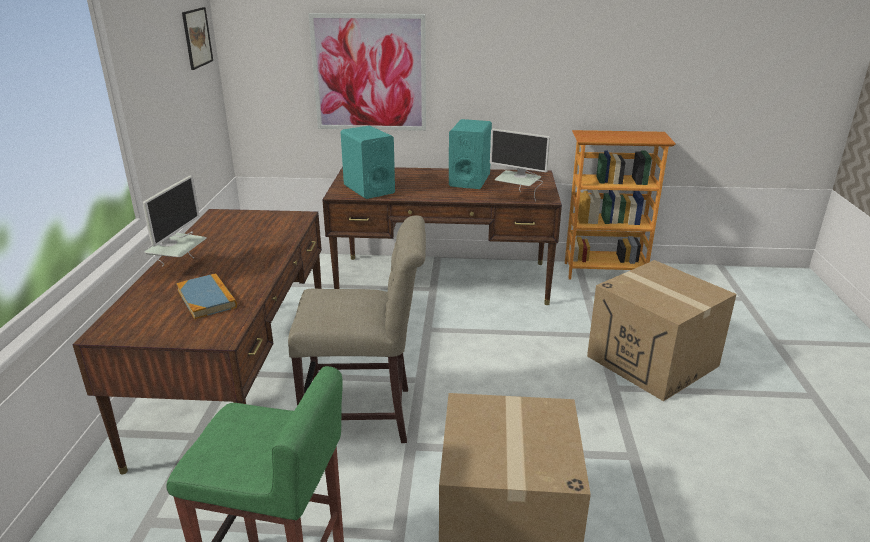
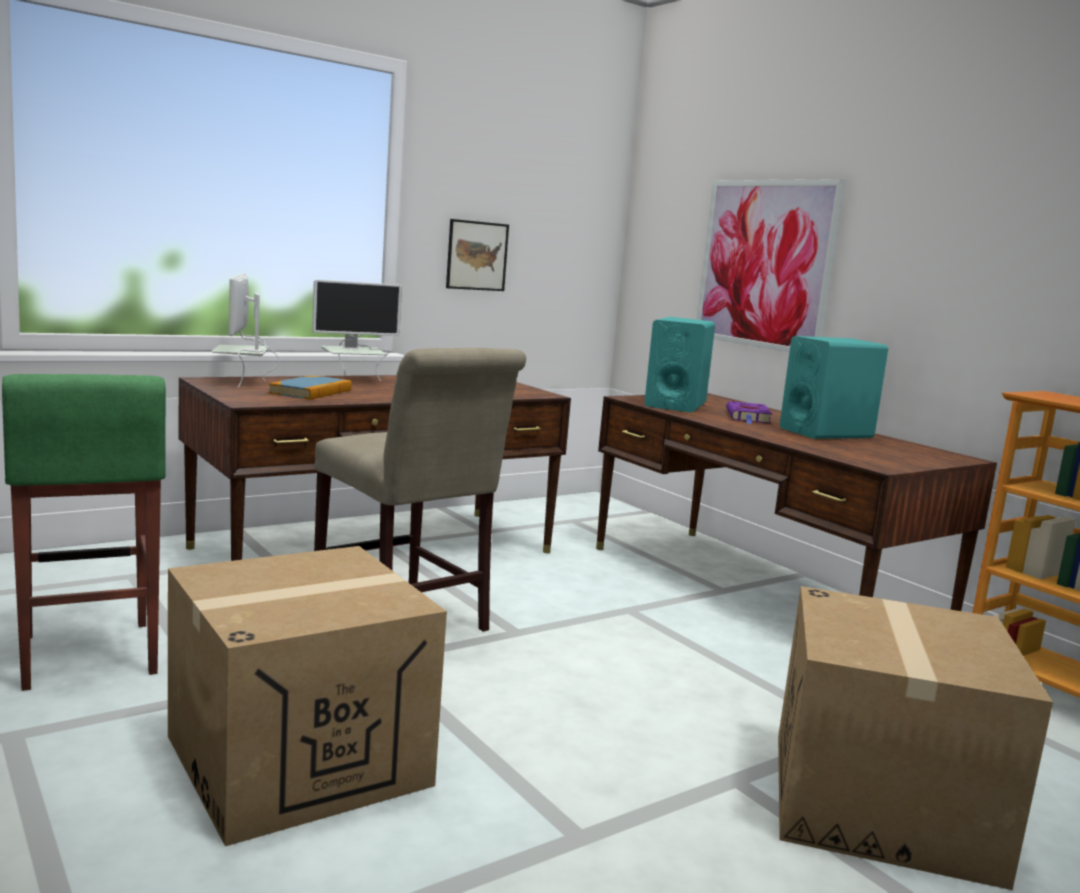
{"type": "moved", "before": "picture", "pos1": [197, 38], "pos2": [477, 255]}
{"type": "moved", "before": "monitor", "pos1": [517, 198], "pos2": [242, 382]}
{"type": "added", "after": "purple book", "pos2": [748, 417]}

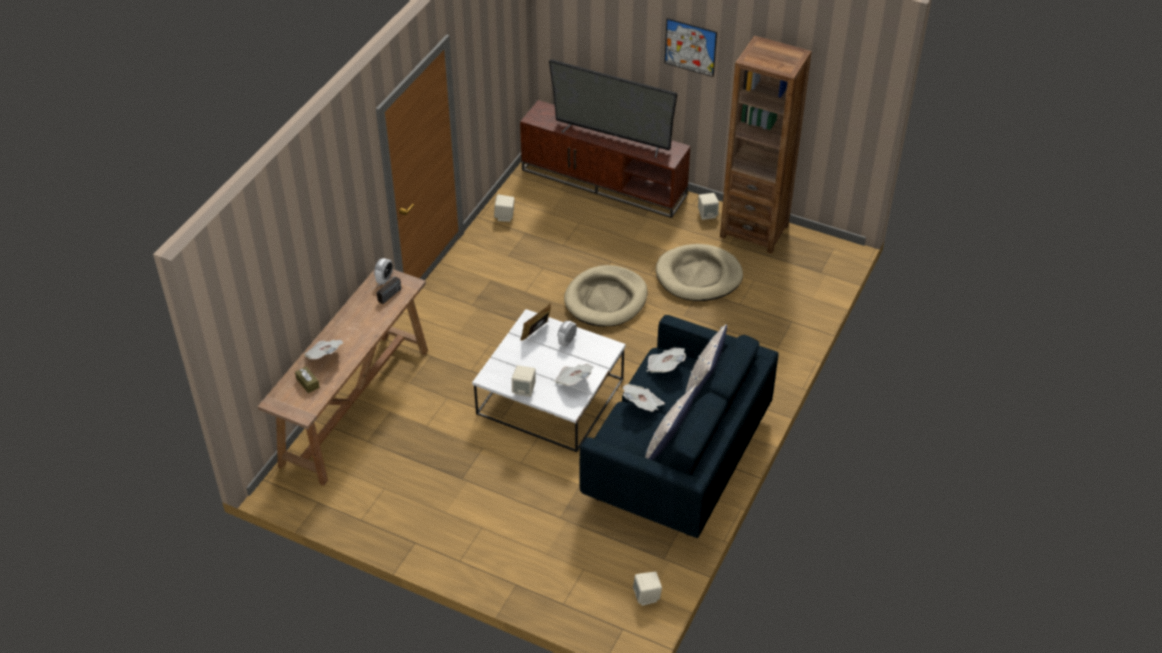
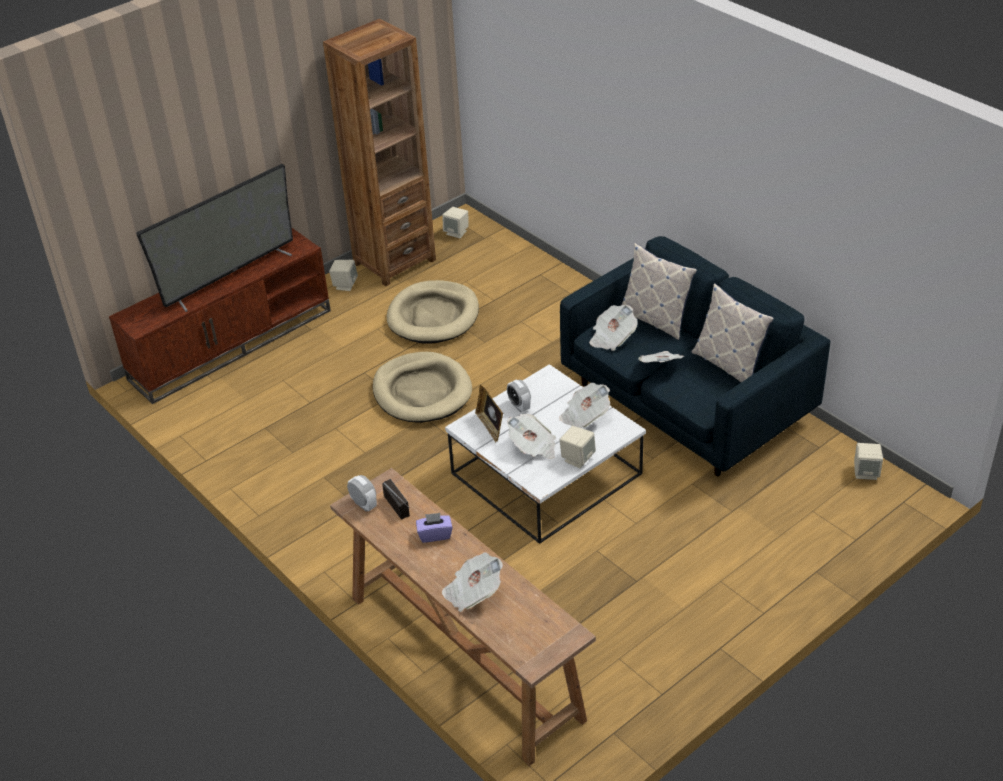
{"type": "removed", "before": "picture", "pos1": [690, 47]}
{"type": "moved", "before": "beige speaker", "pos1": [505, 216], "pos2": [456, 232]}
{"type": "removed", "before": "brown tissue box", "pos1": [308, 383]}
{"type": "added", "after": "newspaper", "pos2": [533, 447]}
{"type": "added", "after": "purple tissue box", "pos2": [435, 534]}

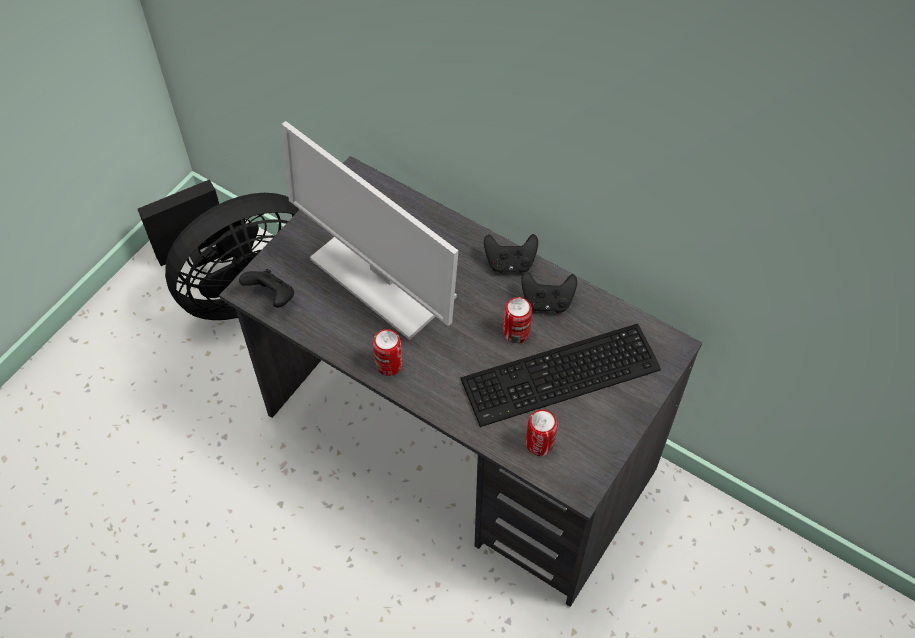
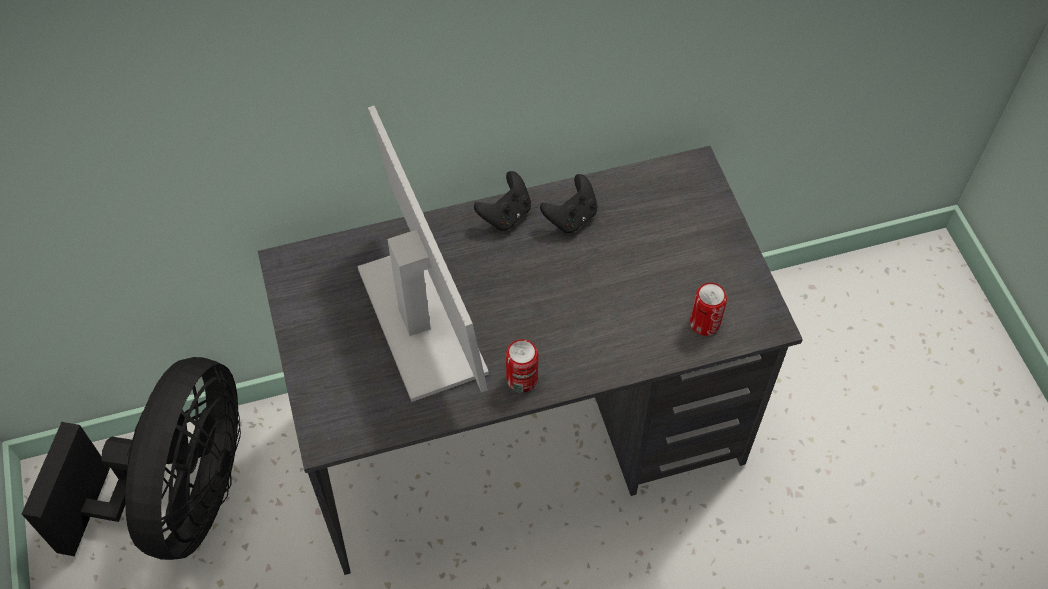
{"type": "turned", "before": "monitor", "pos1": [381, 278], "pos2": [423, 321], "turn": -105}
{"type": "removed", "before": "black game controller", "pos1": [272, 297]}
{"type": "removed", "before": "can", "pos1": [516, 332]}
{"type": "removed", "before": "keyboard", "pos1": [564, 376]}

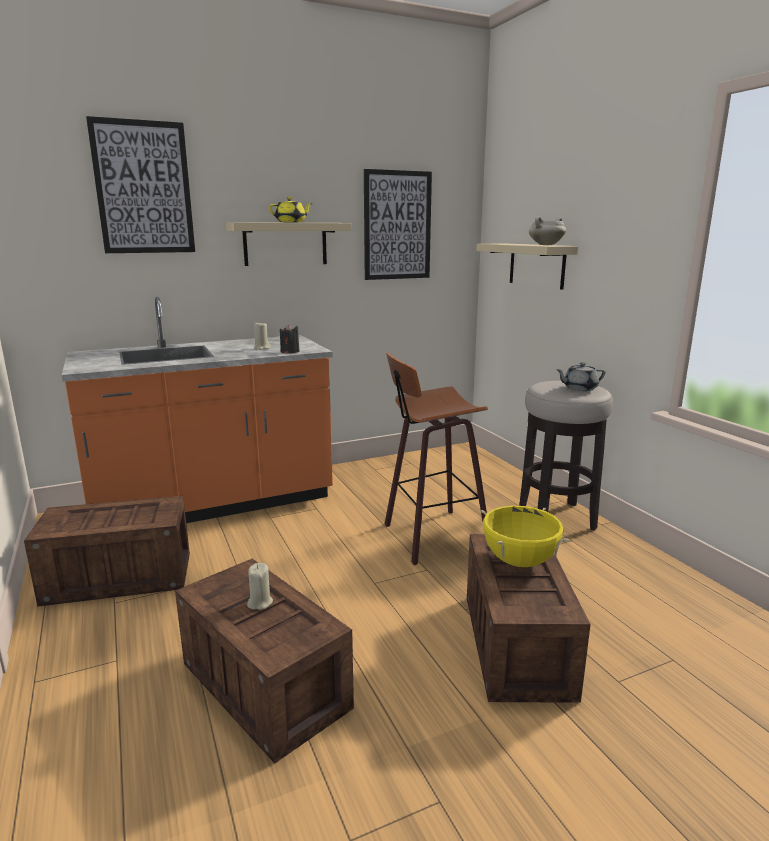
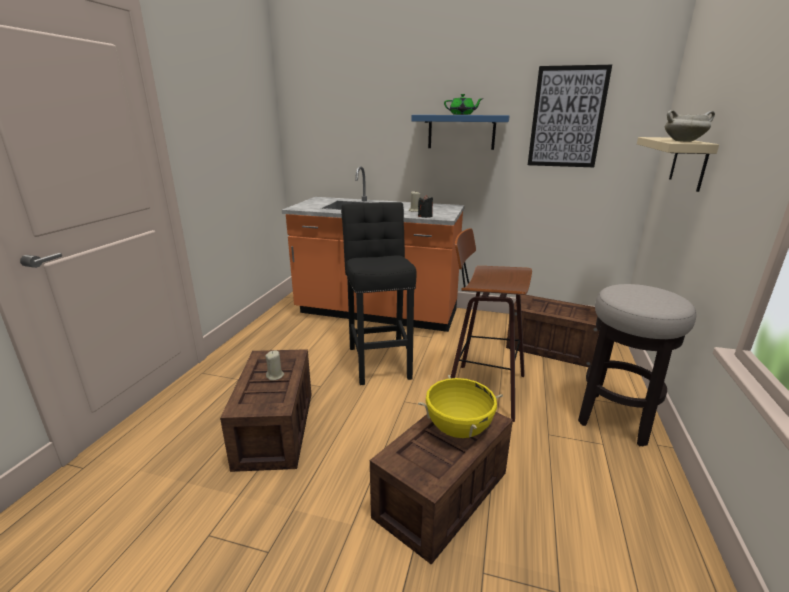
{"type": "removed", "before": "picture", "pos1": [143, 188]}
{"type": "recoloured", "before": "yellow teapot", "after": "green teapot", "pos1": [291, 222], "pos2": [462, 114]}
{"type": "recoloured", "before": "beige shelf", "after": "blue shelf", "pos1": [285, 244], "pos2": [461, 132]}
{"type": "removed", "before": "grey teapot", "pos1": [579, 388]}
{"type": "moved", "before": "crate", "pos1": [121, 577], "pos2": [553, 348]}
{"type": "added", "after": "black stool", "pos2": [380, 360]}

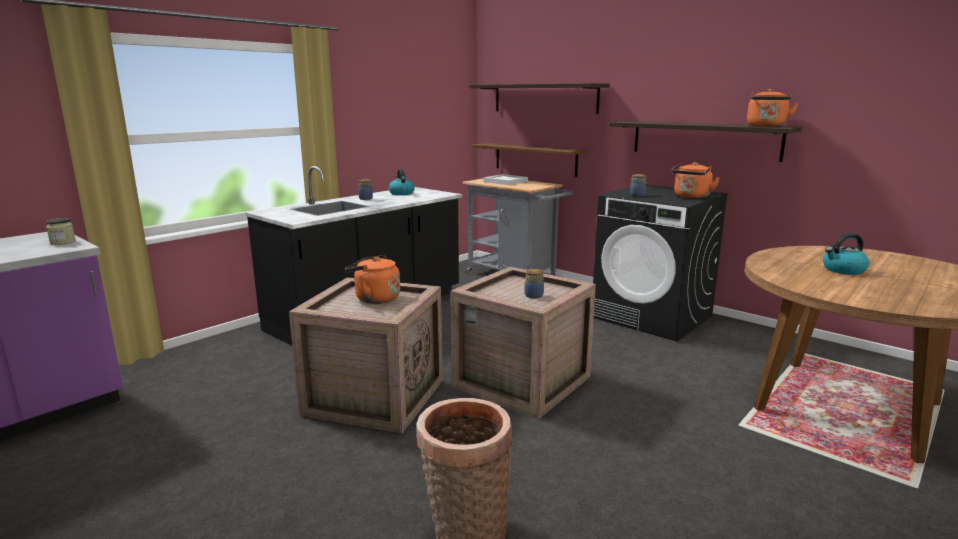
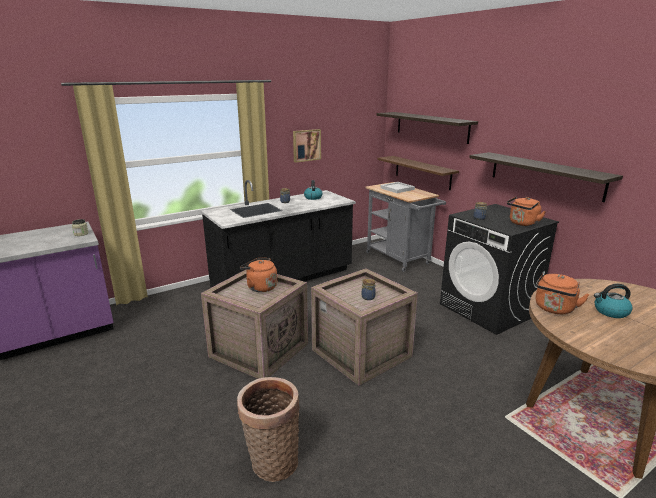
{"type": "moved", "before": "orange kettle", "pos1": [766, 126], "pos2": [554, 309]}
{"type": "added", "after": "picture", "pos2": [306, 145]}

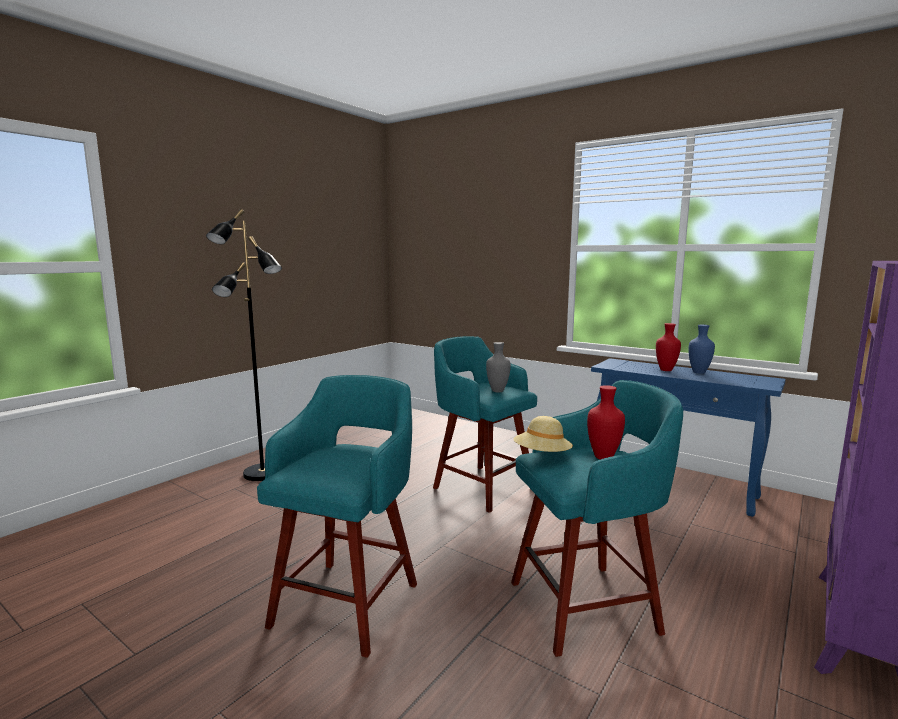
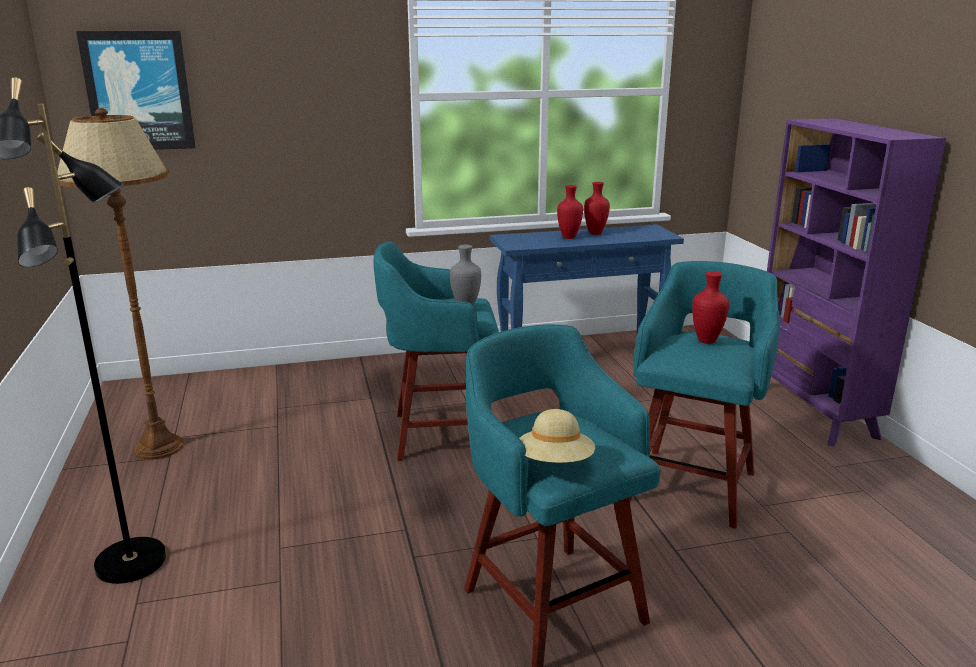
{"type": "recoloured", "before": "blue vase", "after": "red vase", "pos1": [698, 372], "pos2": [594, 233]}
{"type": "moved", "before": "beige hat", "pos1": [542, 456], "pos2": [555, 463]}
{"type": "added", "after": "picture", "pos2": [138, 91]}
{"type": "added", "after": "brown floor lamp", "pos2": [159, 447]}

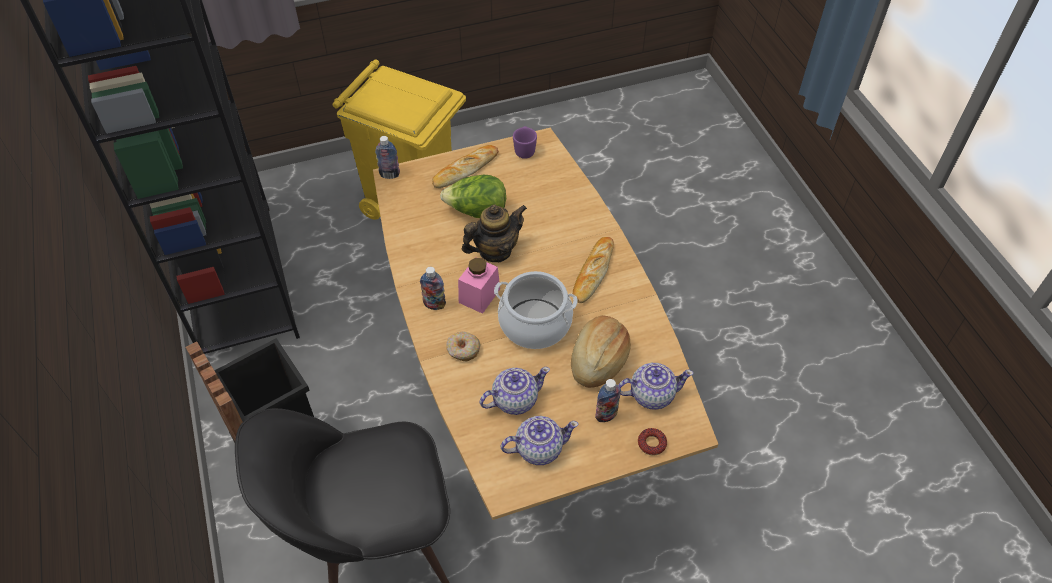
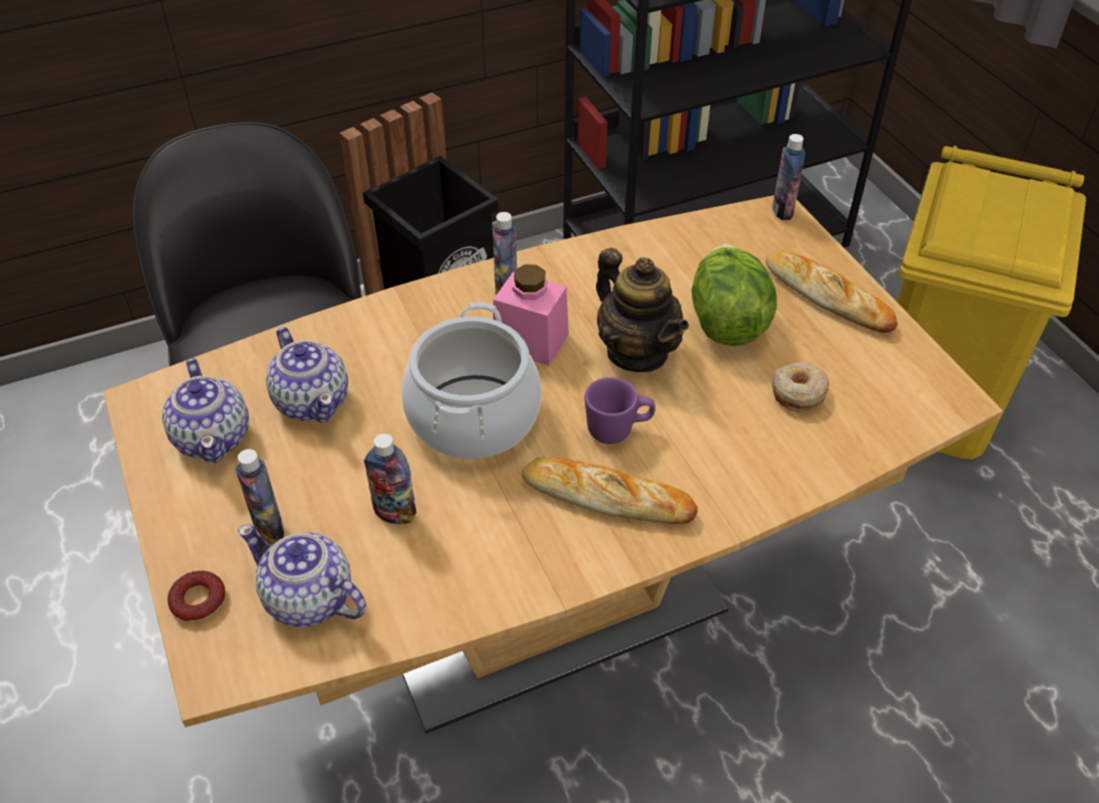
{"type": "moved", "before": "purple mug", "pos1": [524, 150], "pos2": [618, 430]}
{"type": "replaced", "before": "bread", "after": "bottle", "pos1": [598, 359], "pos2": [395, 513]}
{"type": "moved", "before": "donut", "pos1": [463, 350], "pos2": [798, 393]}
{"type": "turned", "before": "teapot", "pos1": [651, 394], "pos2": [309, 599], "turn": 135}

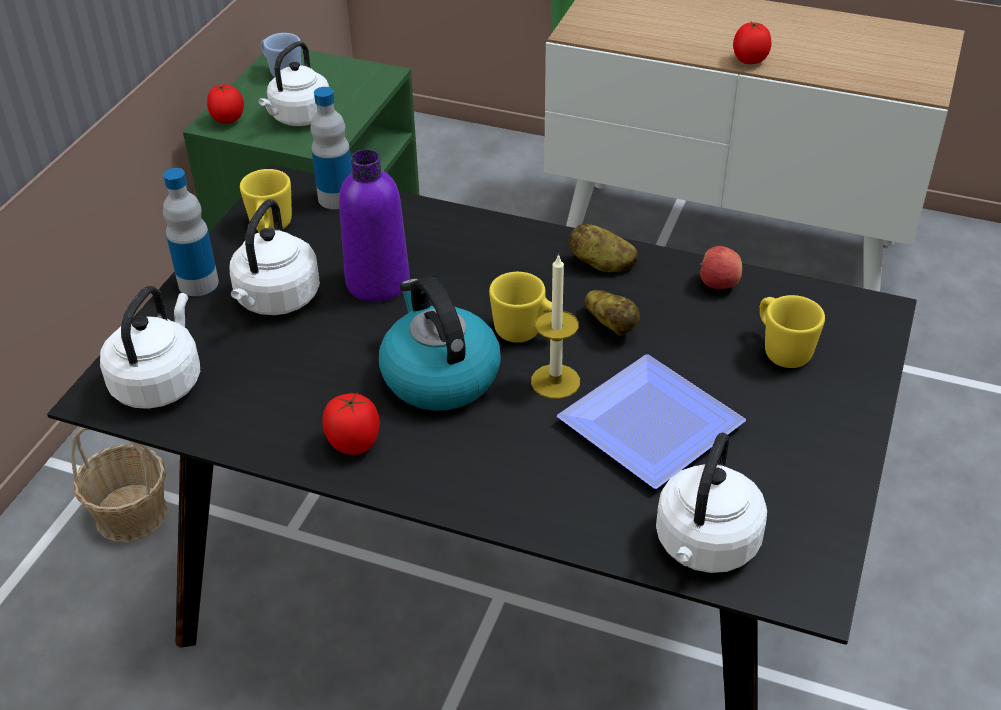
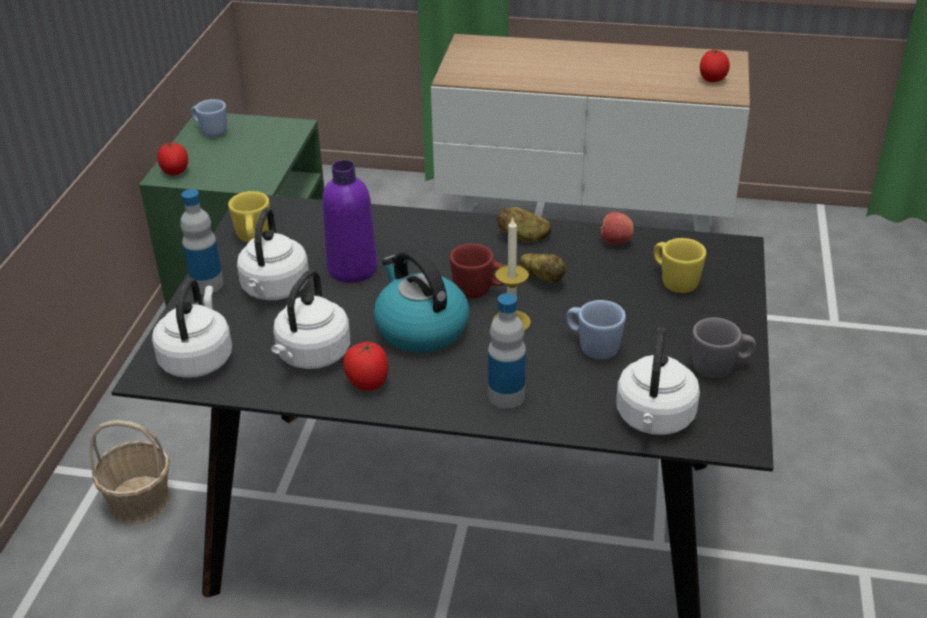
{"type": "moved", "before": "tomato", "pos1": [749, 61], "pos2": [712, 80]}
{"type": "moved", "before": "white kettle", "pos1": [298, 118], "pos2": [312, 356]}
{"type": "moved", "before": "bottle", "pos1": [336, 198], "pos2": [506, 396]}
{"type": "recoloured", "before": "yellow mug", "after": "red mug", "pos1": [526, 333], "pos2": [479, 291]}
{"type": "replaced", "before": "plate", "after": "blue mug", "pos1": [650, 430], "pos2": [592, 347]}
{"type": "added", "after": "grey mug", "pos2": [720, 368]}

